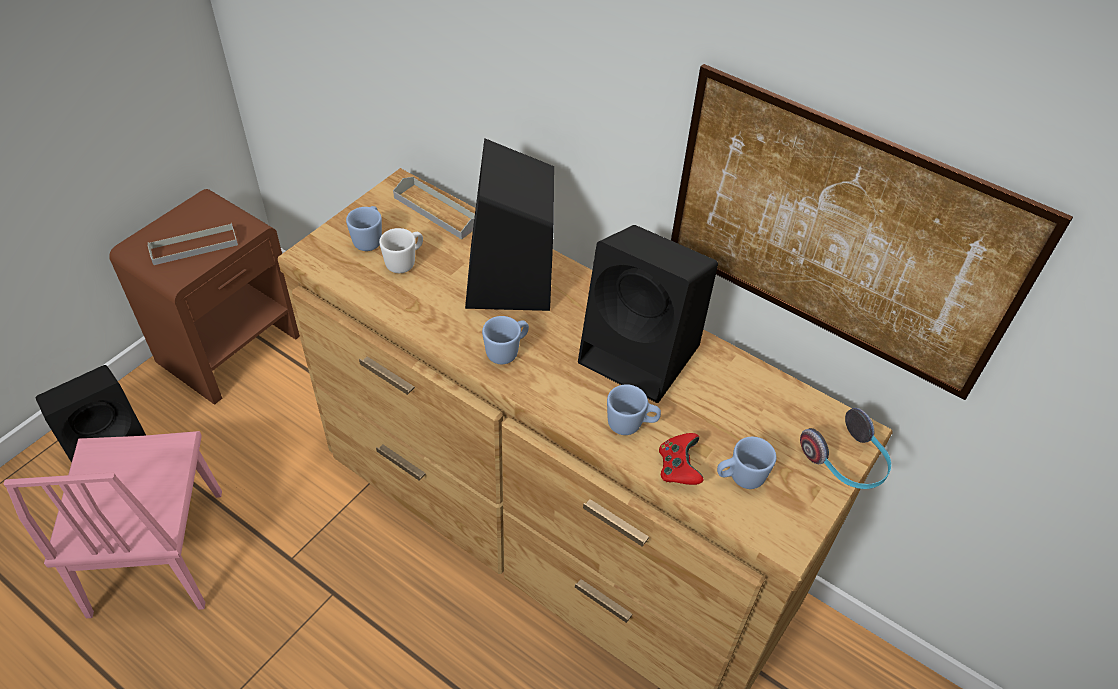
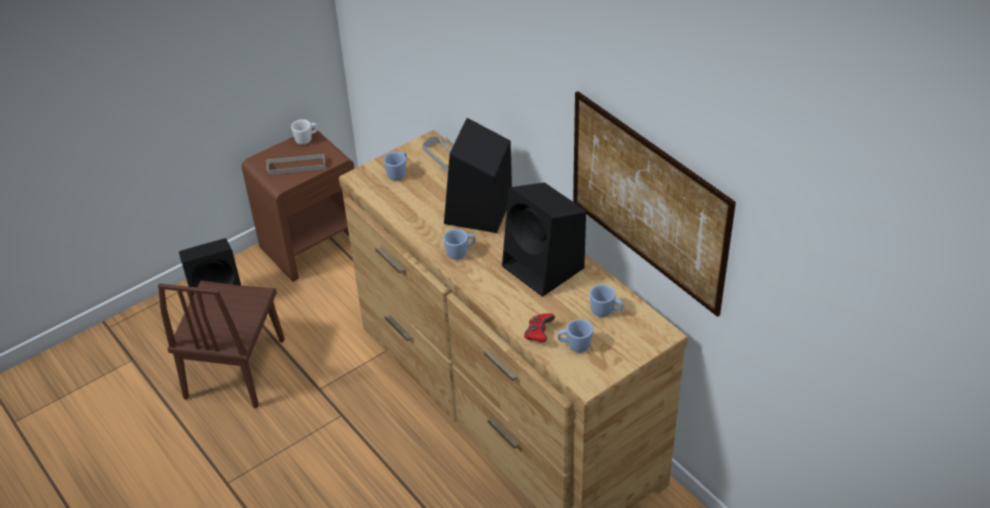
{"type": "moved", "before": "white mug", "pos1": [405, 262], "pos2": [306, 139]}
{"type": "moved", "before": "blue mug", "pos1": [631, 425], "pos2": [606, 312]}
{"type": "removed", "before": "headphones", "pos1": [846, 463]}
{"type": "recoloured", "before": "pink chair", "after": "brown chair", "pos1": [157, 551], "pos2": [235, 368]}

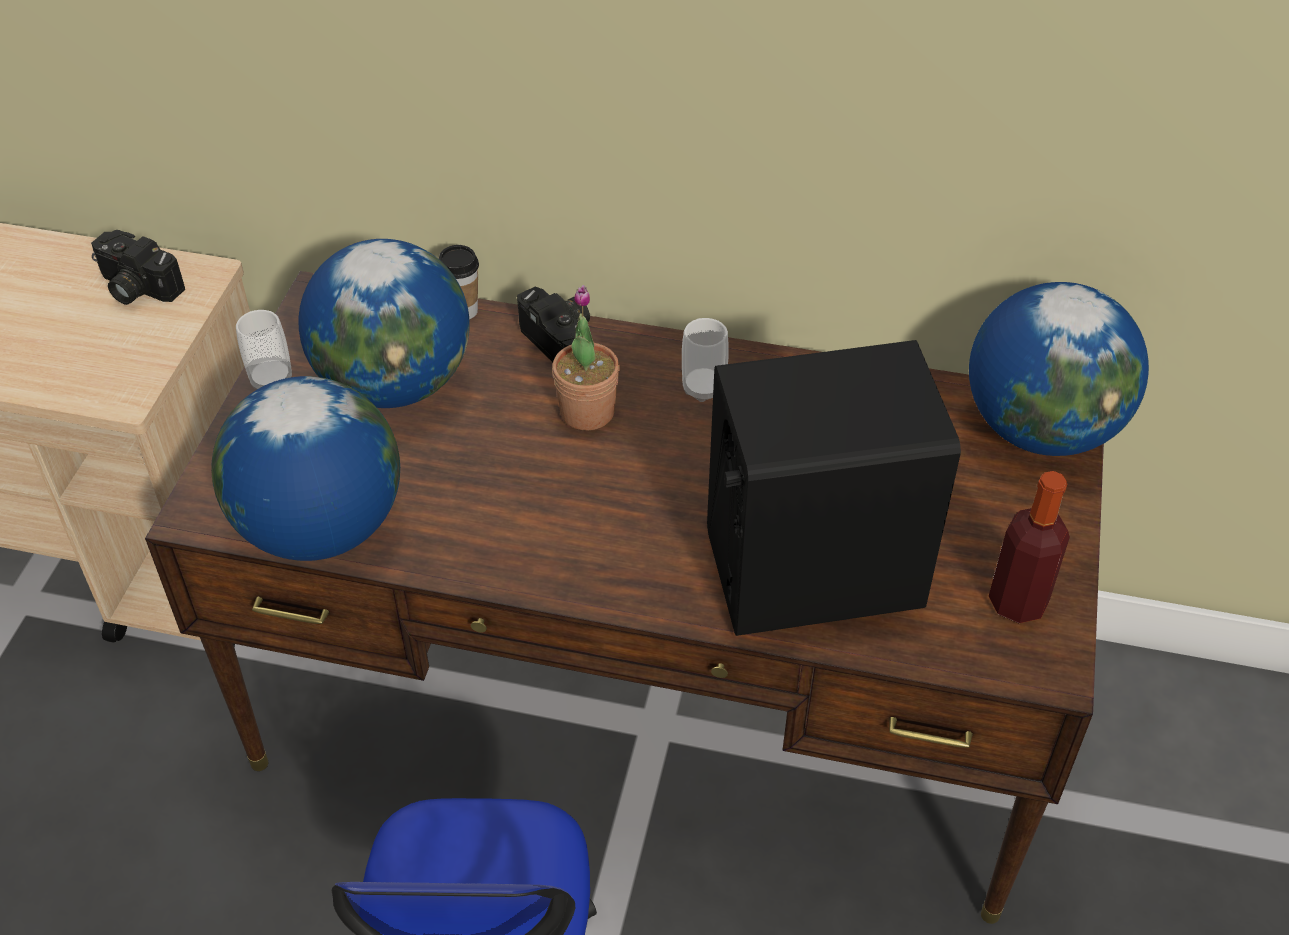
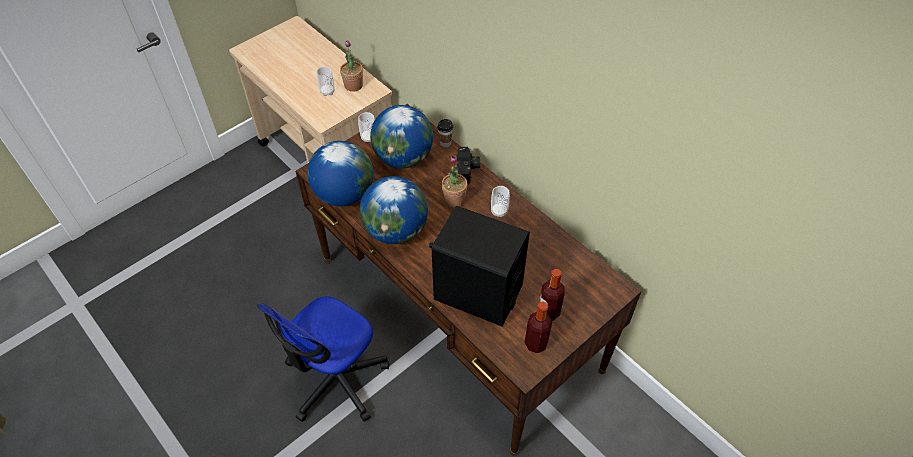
{"type": "replaced", "before": "photo camera", "after": "potted plant", "pos1": [135, 288], "pos2": [353, 85]}
{"type": "moved", "before": "globe", "pos1": [1041, 429], "pos2": [396, 230]}
{"type": "added", "after": "cup", "pos2": [327, 91]}
{"type": "added", "after": "bottle", "pos2": [548, 312]}

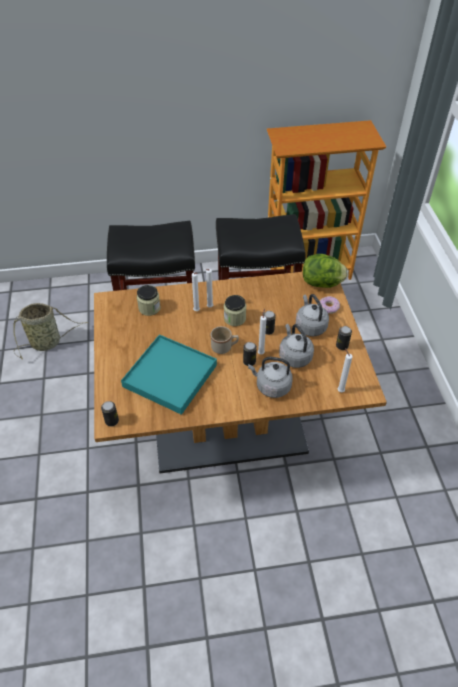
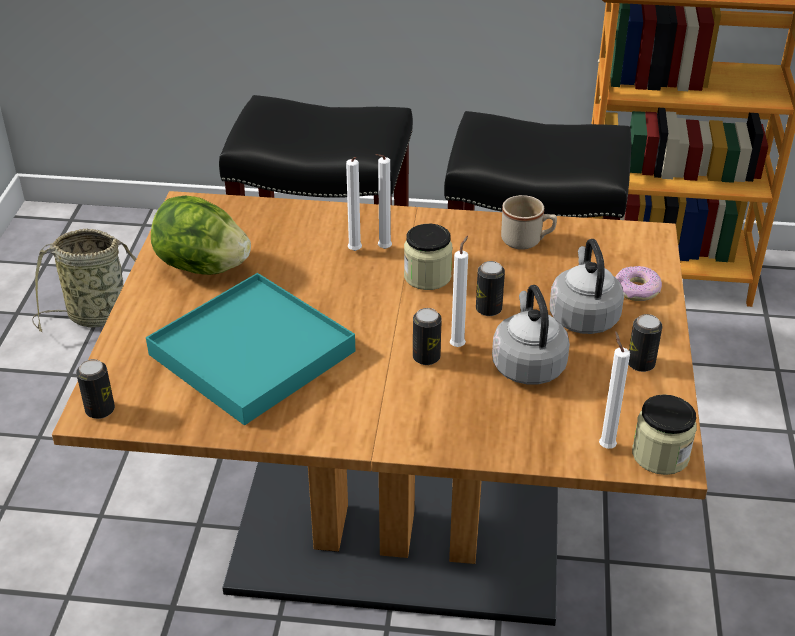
{"type": "moved", "before": "lettuce", "pos1": [322, 283], "pos2": [202, 267]}
{"type": "moved", "before": "jar", "pos1": [149, 308], "pos2": [660, 455]}
{"type": "moved", "before": "beige mug", "pos1": [224, 347], "pos2": [527, 241]}
{"type": "removed", "before": "grey kettle", "pos1": [271, 386]}

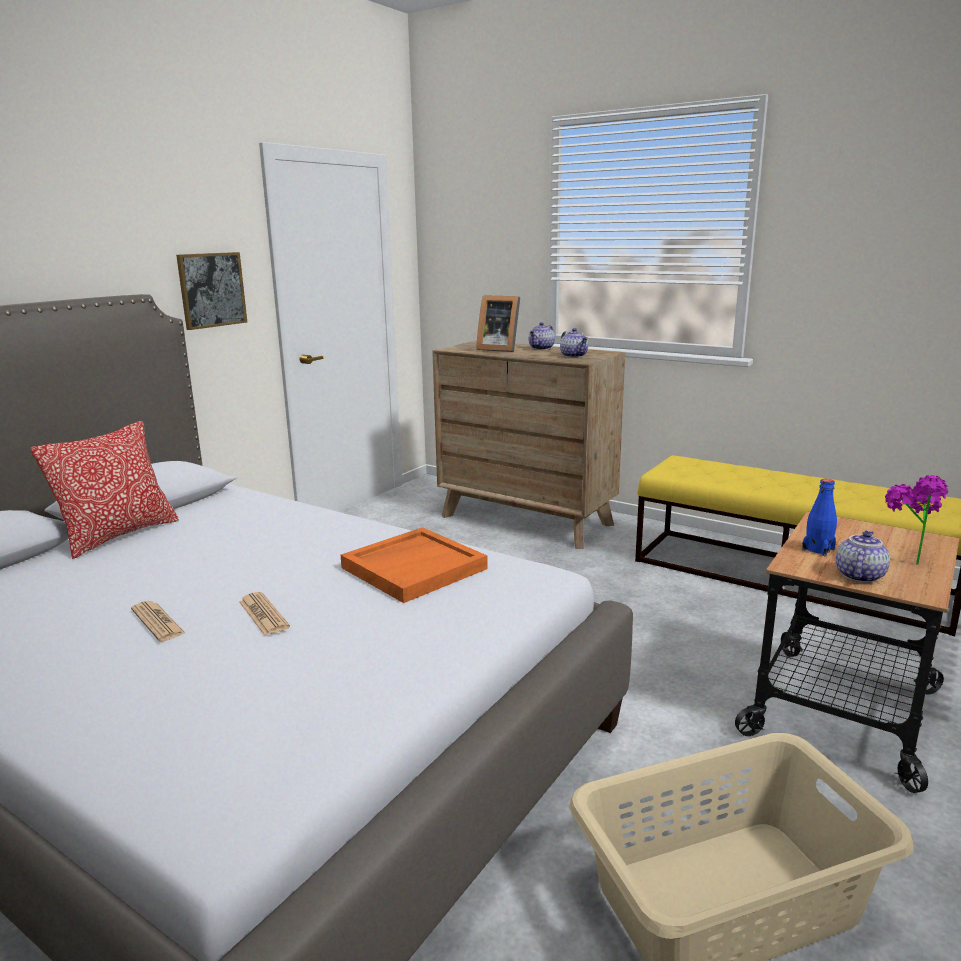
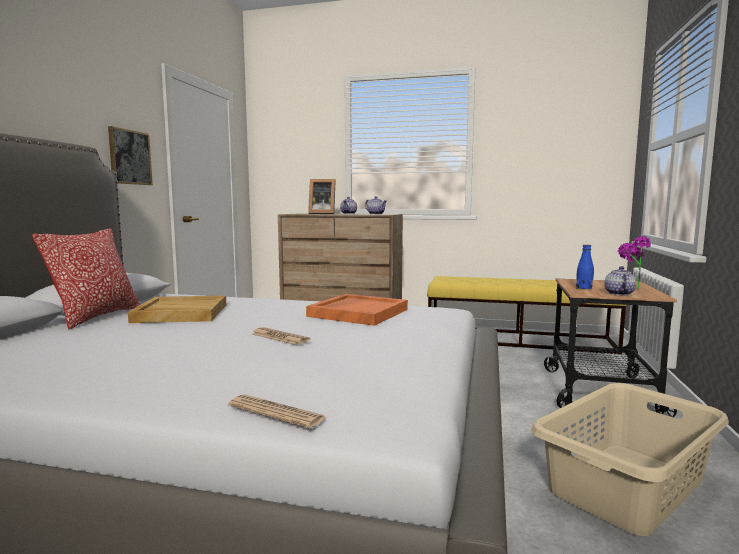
{"type": "moved", "before": "newspaper", "pos1": [157, 622], "pos2": [276, 412]}
{"type": "added", "after": "beige tray", "pos2": [180, 313]}

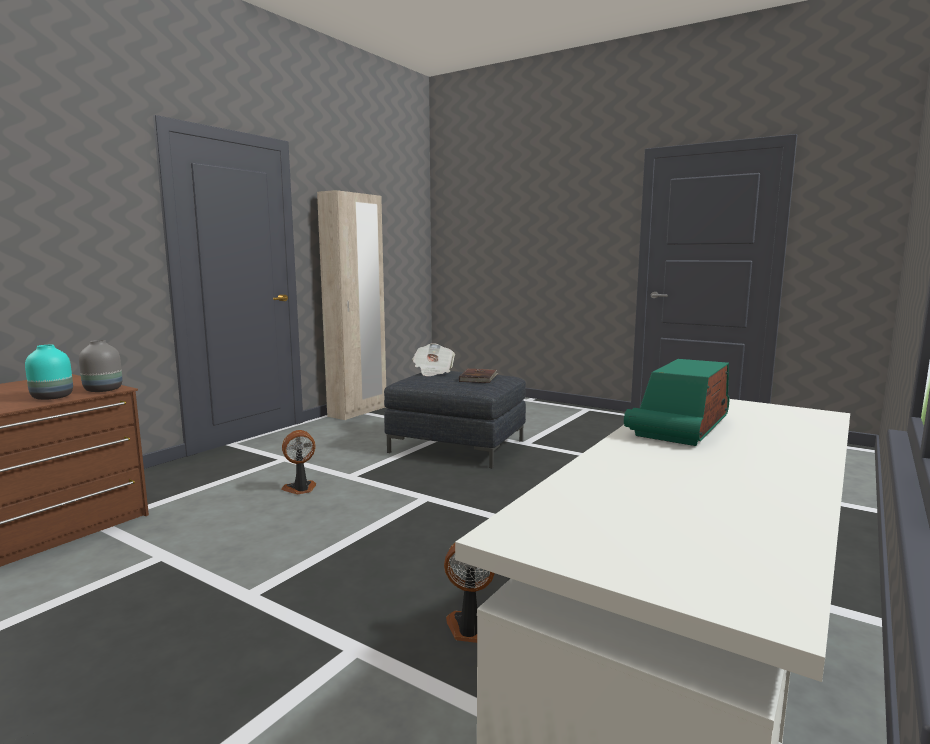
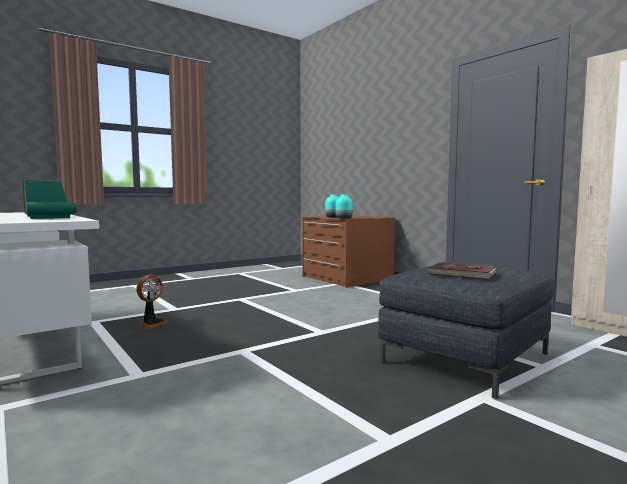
{"type": "recoloured", "before": "grey vase", "after": "turquoise vase", "pos1": [103, 390], "pos2": [344, 218]}
{"type": "removed", "before": "newspaper", "pos1": [433, 372]}
{"type": "removed", "before": "fan", "pos1": [300, 489]}

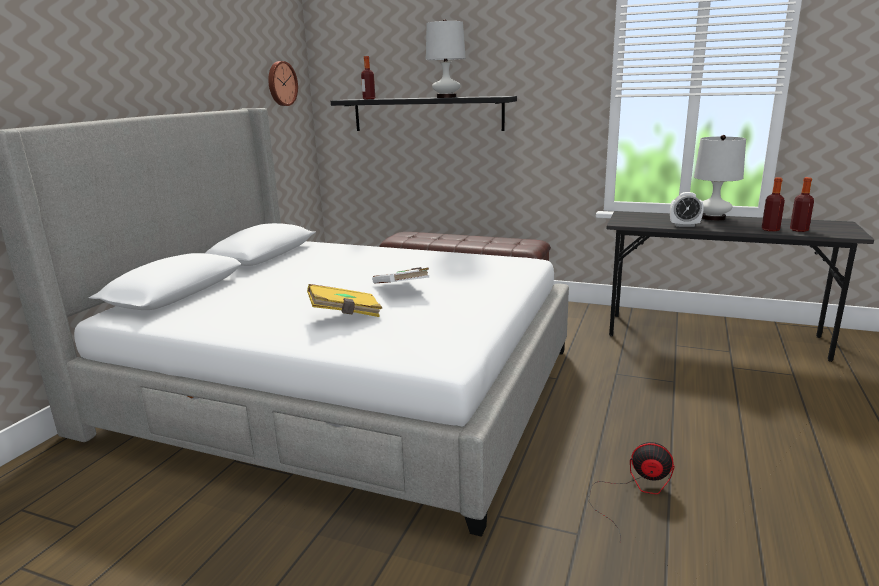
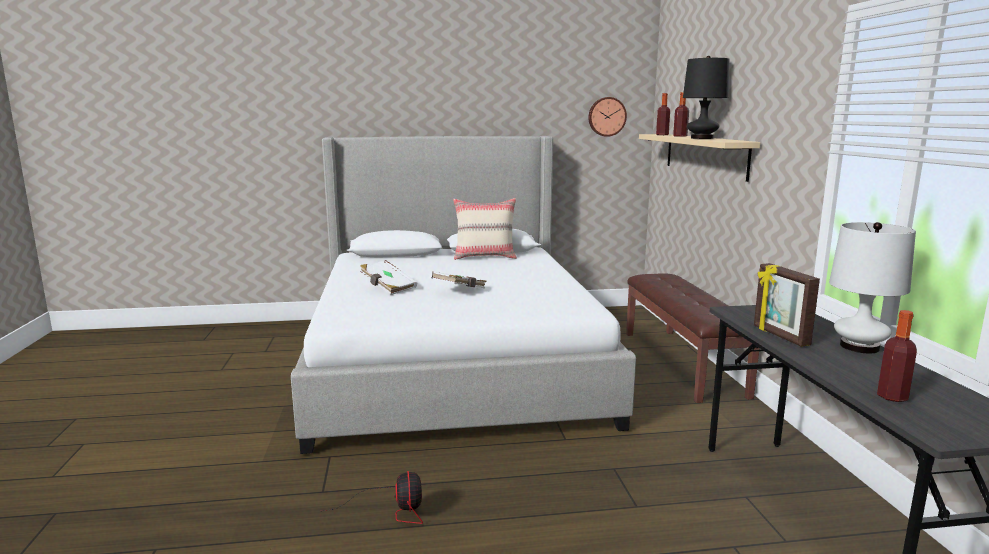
{"type": "recoloured", "before": "white table lamp", "after": "black table lamp", "pos1": [446, 97], "pos2": [702, 138]}
{"type": "recoloured", "before": "black shelf", "after": "beige shelf", "pos1": [427, 114], "pos2": [704, 155]}
{"type": "moved", "before": "bottle", "pos1": [770, 229], "pos2": [680, 136]}
{"type": "replaced", "before": "alarm clock", "after": "picture frame", "pos1": [684, 225], "pos2": [779, 336]}
{"type": "recoloured", "before": "yellow book", "after": "white book", "pos1": [345, 314], "pos2": [387, 288]}
{"type": "added", "after": "beige pillow", "pos2": [485, 257]}

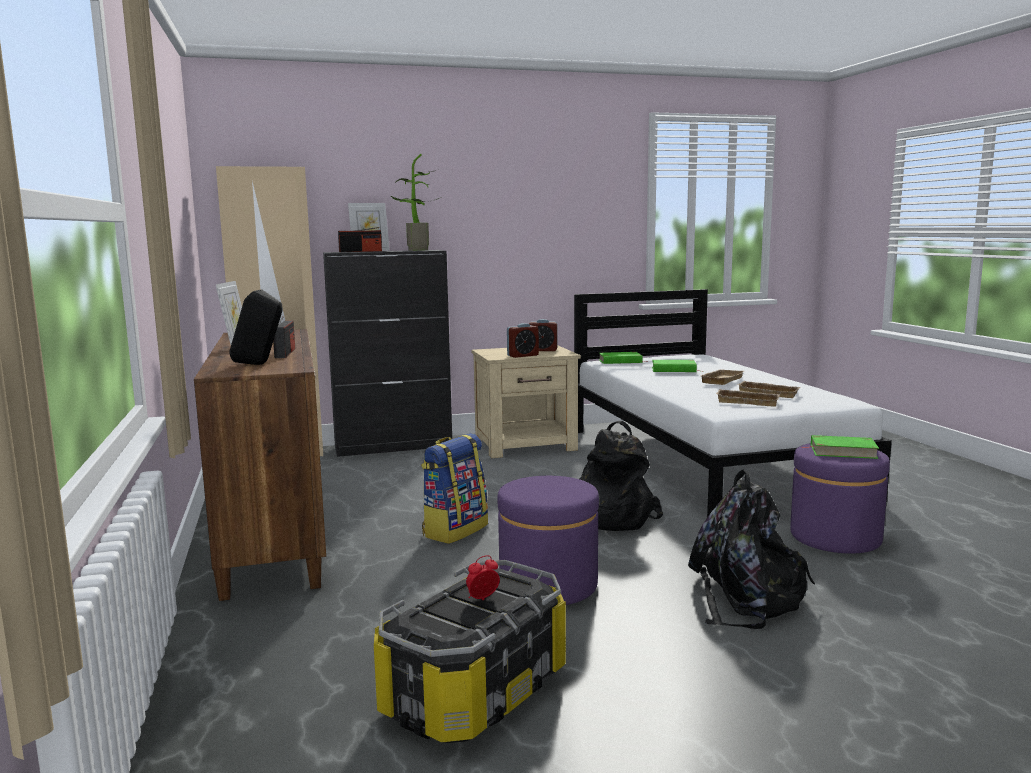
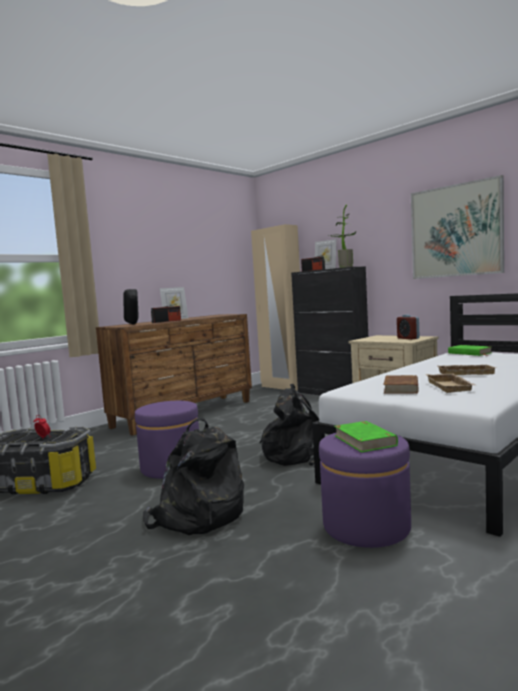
{"type": "removed", "before": "alarm clock", "pos1": [523, 355]}
{"type": "removed", "before": "green book", "pos1": [674, 369]}
{"type": "replaced", "before": "beige tray", "after": "brown book", "pos1": [748, 401], "pos2": [401, 388]}
{"type": "removed", "before": "backpack", "pos1": [455, 530]}
{"type": "added", "after": "picture", "pos2": [456, 231]}

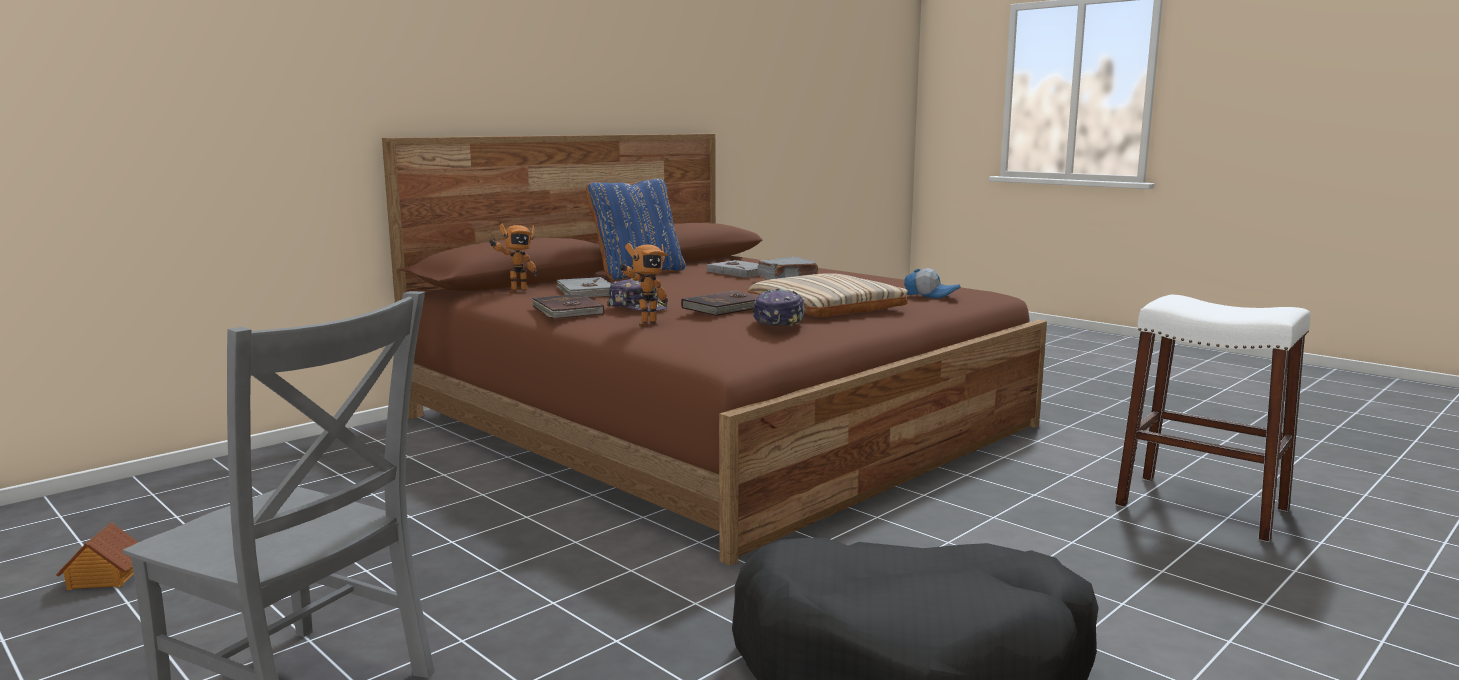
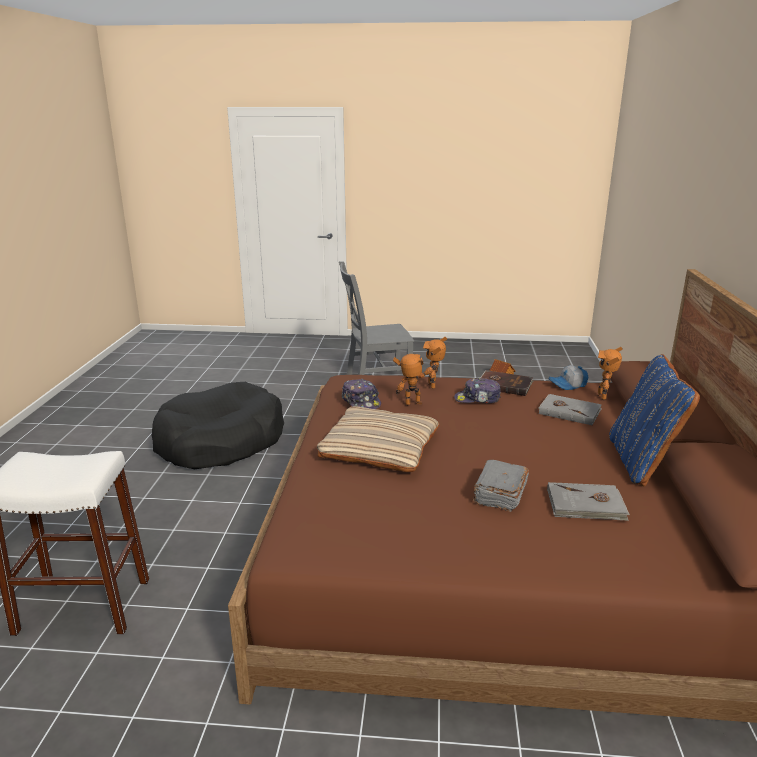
{"type": "moved", "before": "cap", "pos1": [931, 295], "pos2": [568, 385]}
{"type": "replaced", "before": "brown book", "after": "toy robot", "pos1": [728, 307], "pos2": [414, 405]}

